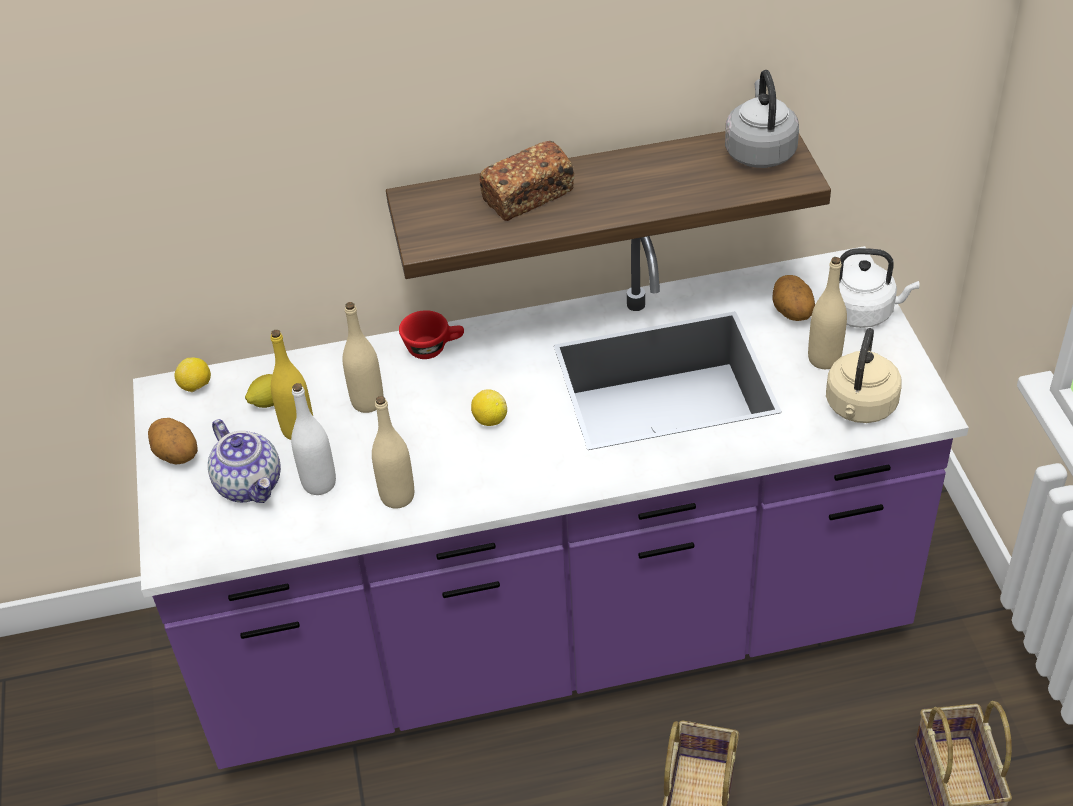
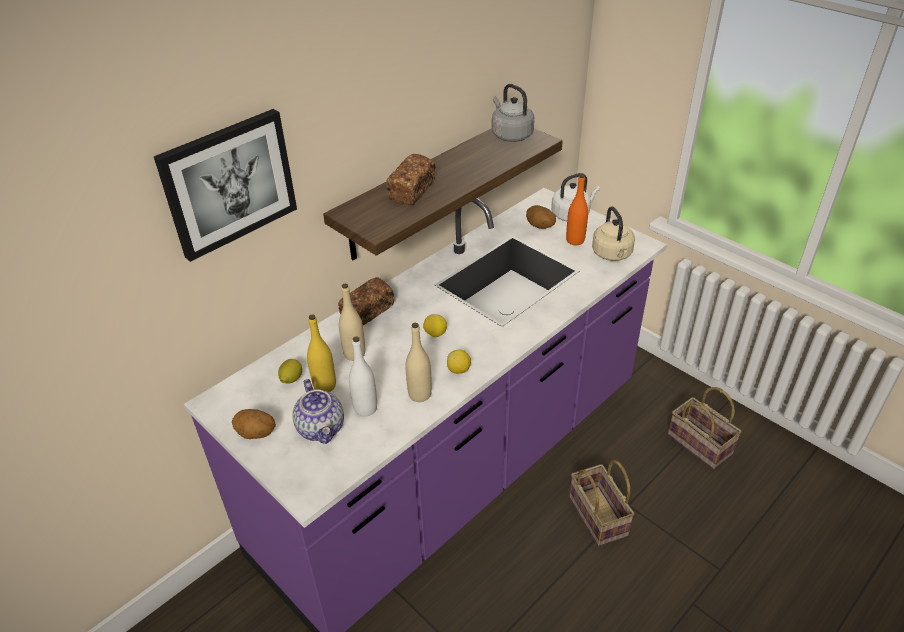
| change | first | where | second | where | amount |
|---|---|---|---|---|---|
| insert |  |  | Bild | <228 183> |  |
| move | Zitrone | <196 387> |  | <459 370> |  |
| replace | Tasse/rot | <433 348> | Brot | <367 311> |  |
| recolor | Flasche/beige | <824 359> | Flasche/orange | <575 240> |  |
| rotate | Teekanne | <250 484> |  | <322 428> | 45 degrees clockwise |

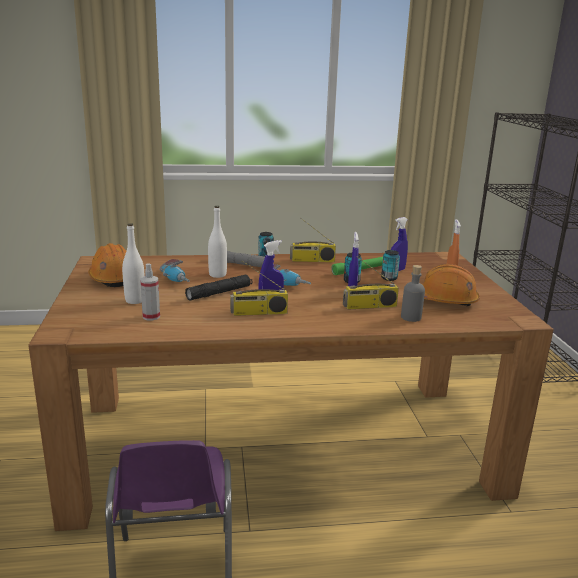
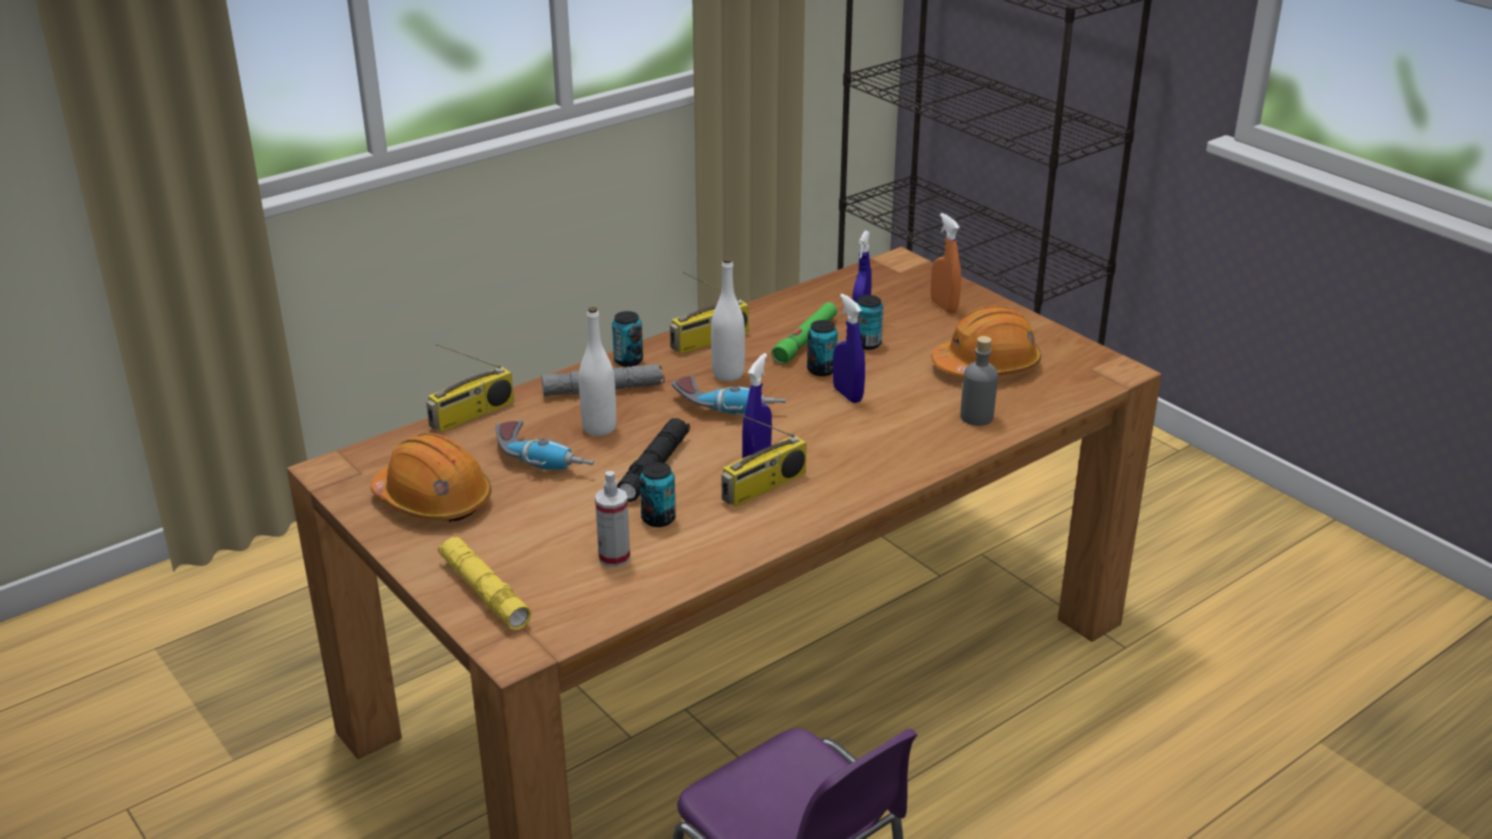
| change | first | where | second | where | amount |
|---|---|---|---|---|---|
| insert |  |  | Taschenlampe/gelb | <484 592> |  |
| insert |  |  | Dose | <658 519> |  |
| move | Flasche/weiß | <135 300> |  | <728 374> |  |
| move | Radio | <369 306> |  | <472 415> |  |

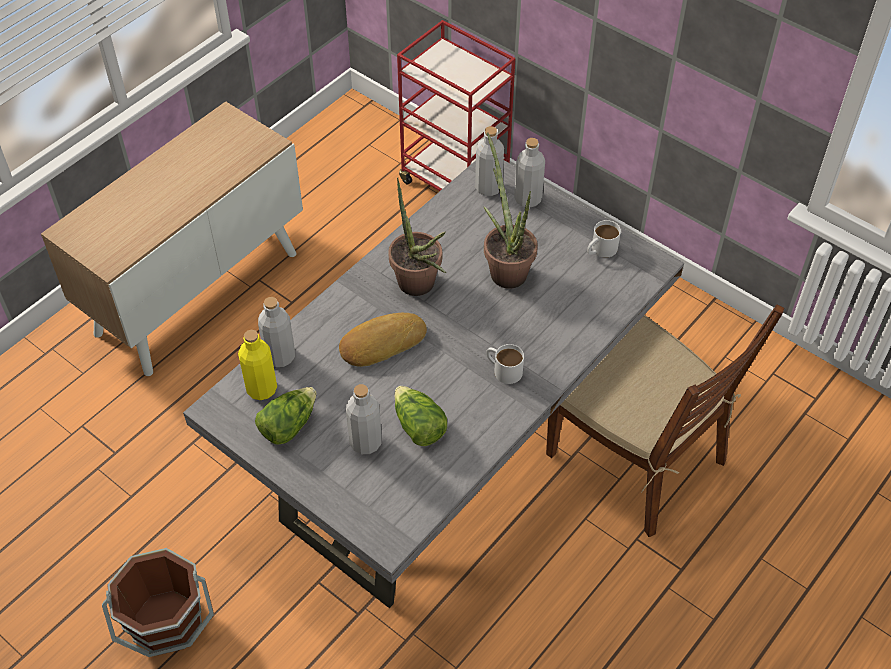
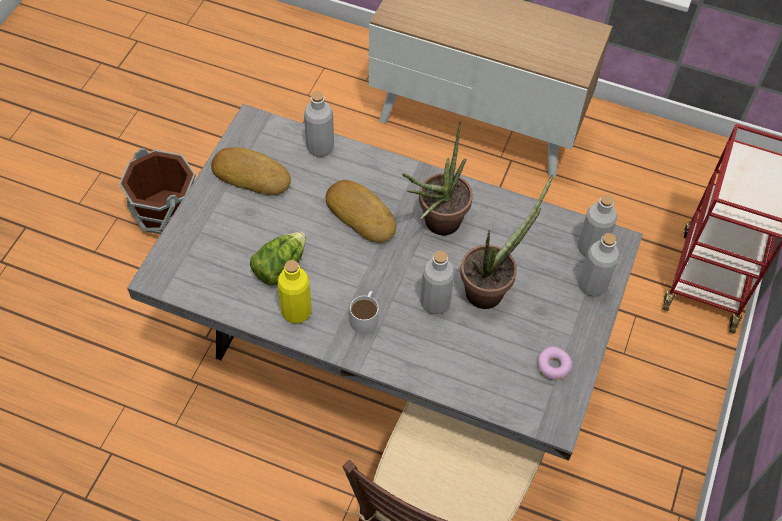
| change | first | where | second | where | amount |
|---|---|---|---|---|---|
| move | Flasche/gelb | <261 389> |  | <296 311> |  |
| move | Flasche/grau | <365 442> |  | <435 302> |  |
| replace | Salatkopf | <288 425> | Brot | <252 174> |  |
| replace | Henkelbecher/weiß | <600 250> | Donut | <553 366> |  |

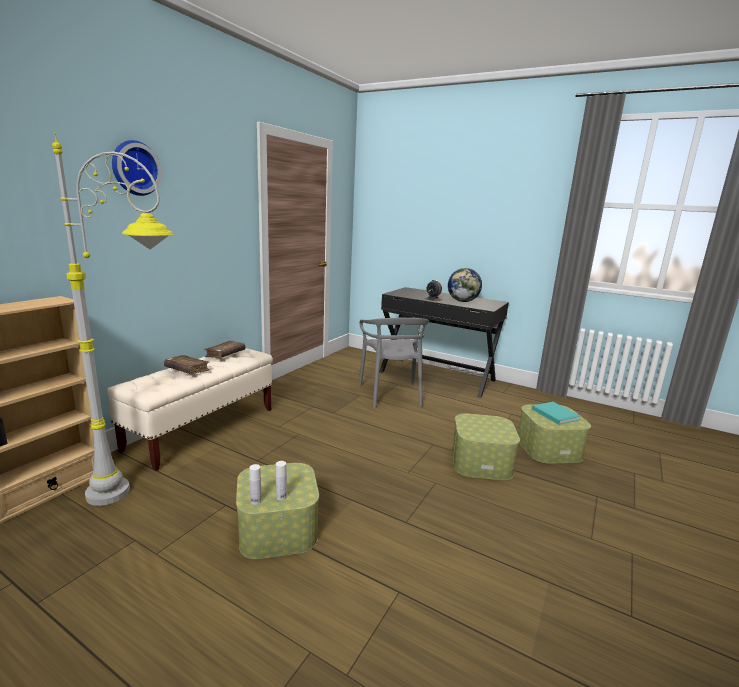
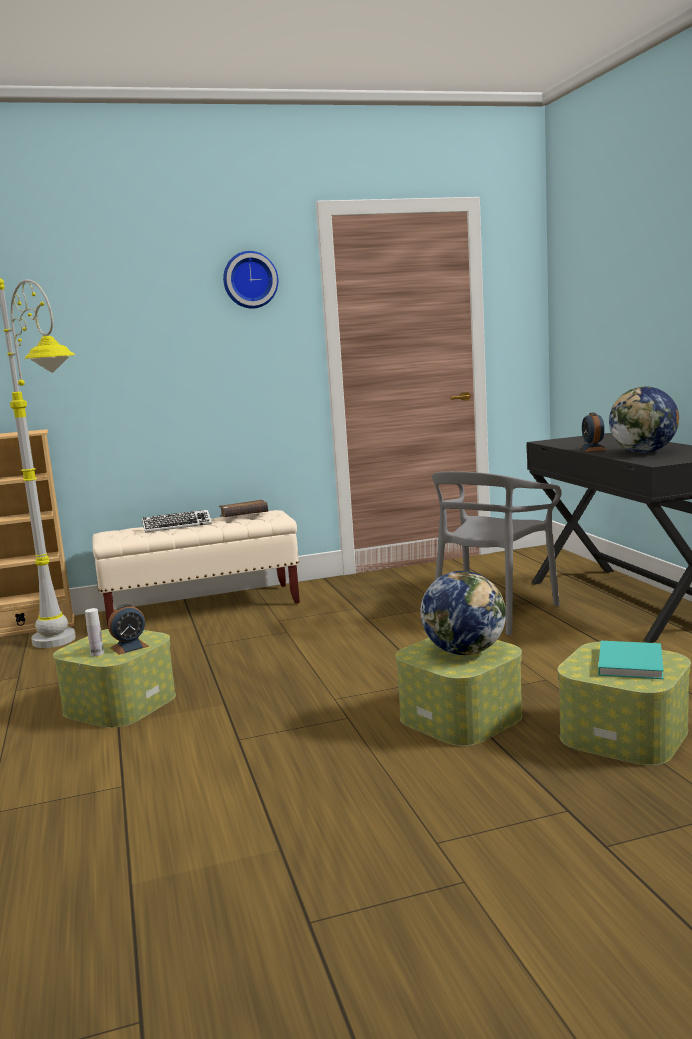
| change | first | where | second | where | amount |
|---|---|---|---|---|---|
| delete | Flasche/weiß | <255 501> |  |  |  |
| insert |  |  | Wecker | <129 647> |  |
| insert |  |  | Globus | <465 651> |  |
| move | Wanduhr | <134 168> |  | <250 280> |  |
| replace | Buch/braun | <187 370> | Tastatur | <177 526> |  |

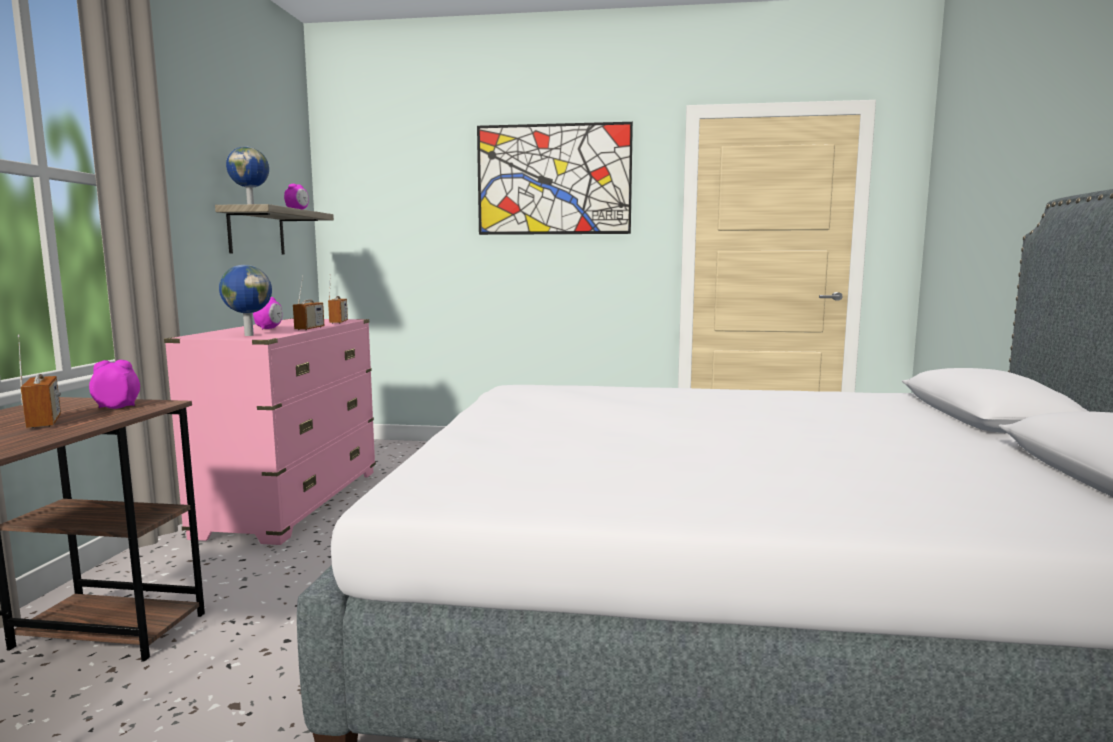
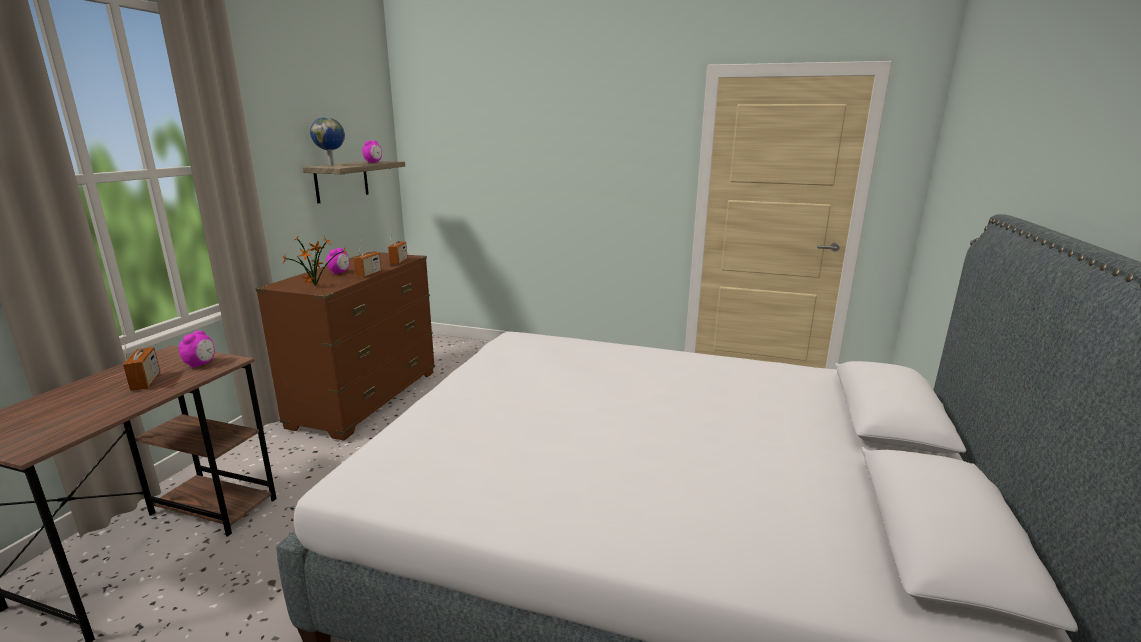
| change | first | where | second | where | amount |
|---|---|---|---|---|---|
| delete | Bild | <553 179> |  |  |  |
| replace | Globus | <248 335> | Topfpflanze | <316 286> |  |
| recolor | Kommode/rosa | <293 503> | Kommode/braun | <366 399> |  |
| rotate | Wecker | <117 407> |  | <201 364> | 105 degrees clockwise |

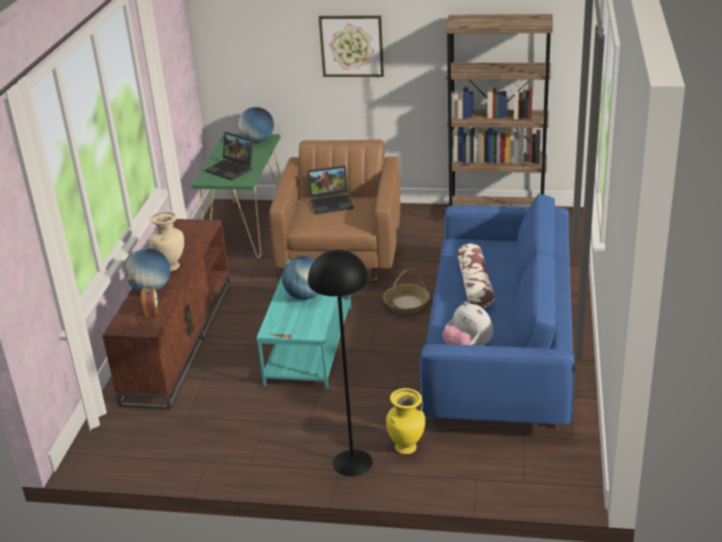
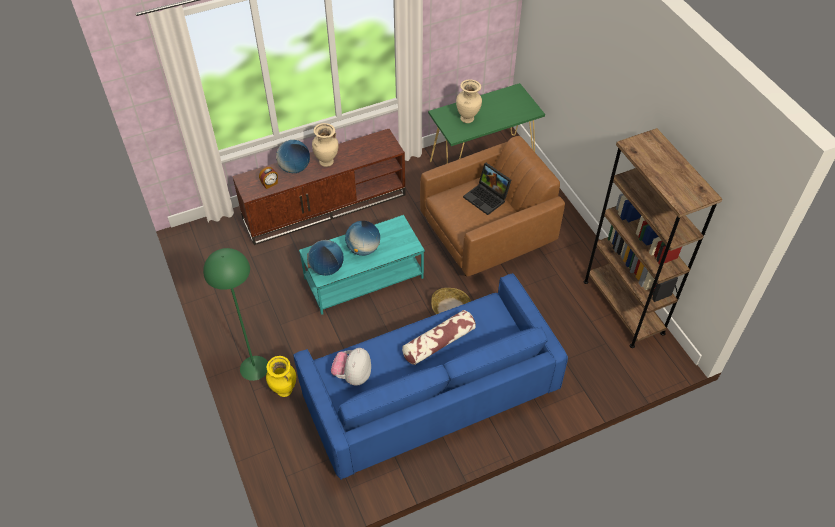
| change | first | where | second | where | amount |
|---|---|---|---|---|---|
| delete | Bild | <351 46> |  |  |  |
| move | Globus | <258 141> |  | <327 268> |  |
| replace | Laptop | <232 169> | Vase/beige | <468 119> |  |
| recolor | Stehlampe/schwarz | <352 463> | Stehlampe/grün | <254 368> |  |

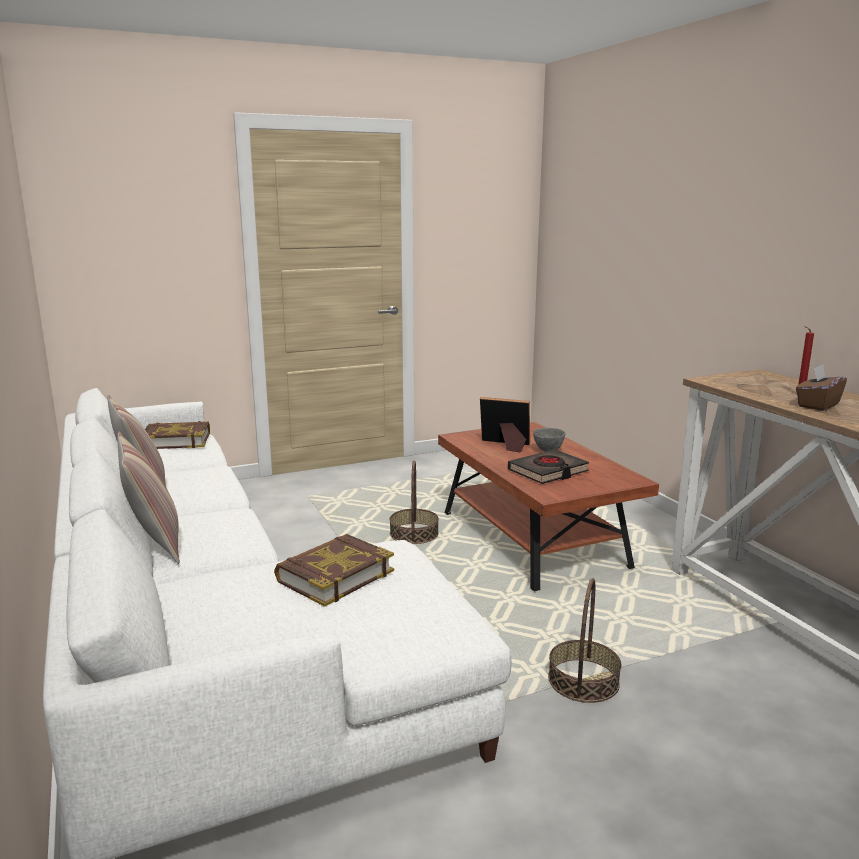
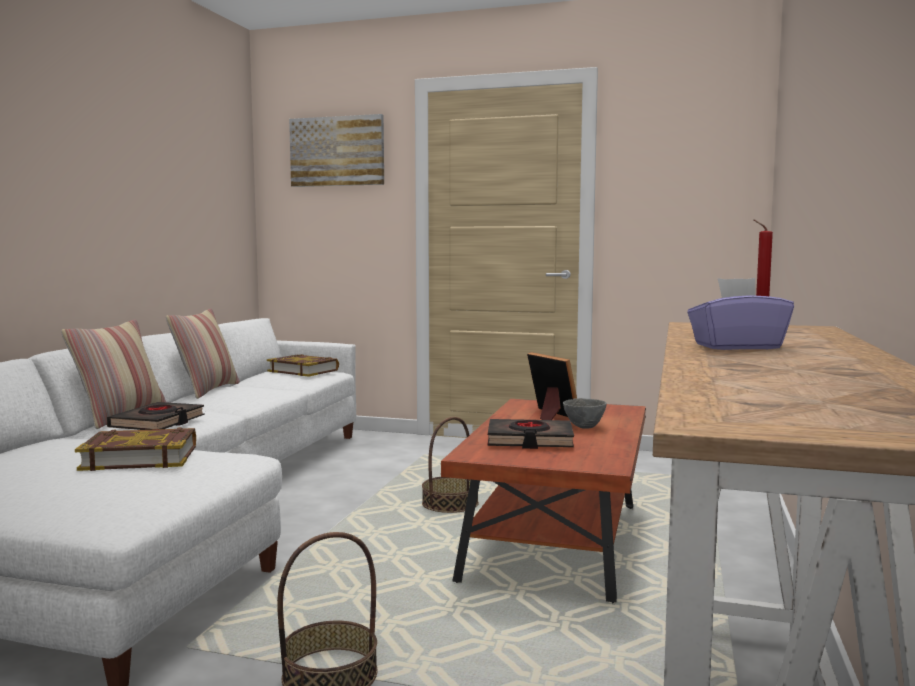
| change | first | where | second | where | amount |
|---|---|---|---|---|---|
| insert |  |  | Buch/schwarz | <158 422> |  |
| insert |  |  | Bild | <337 151> |  |
| recolor | Taschentuchbox/braun | <817 405> | Taschentuchbox/lila | <736 346> |  |

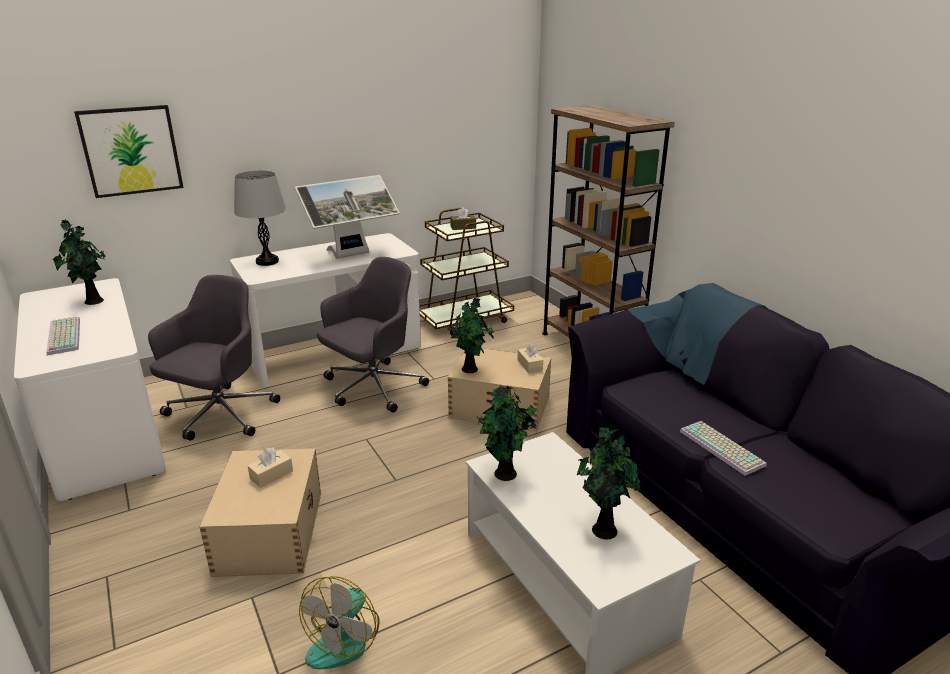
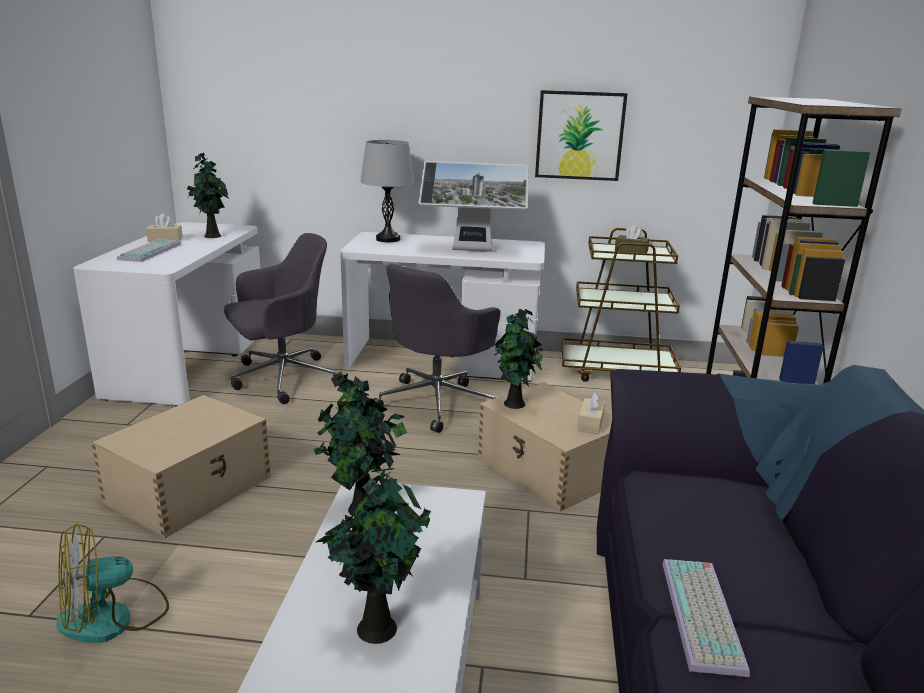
| change | first | where | second | where | amount |
|---|---|---|---|---|---|
| move | Bild | <131 150> |  | <579 135> |  |
| move | Taschentuchbox/beige | <271 475> |  | <165 239> |  |
| rotate | Bürostuhl/grau | <372 388> |  | <438 402> | 135 degrees clockwise |

